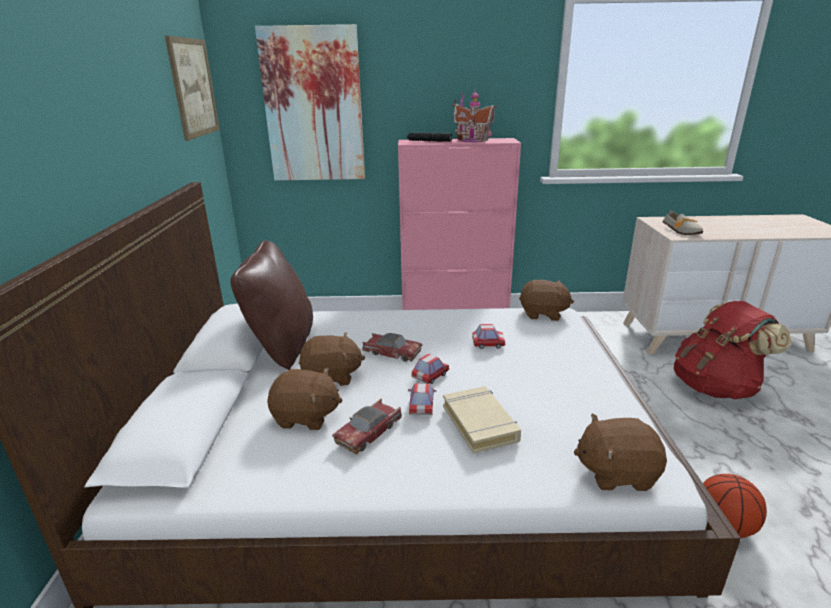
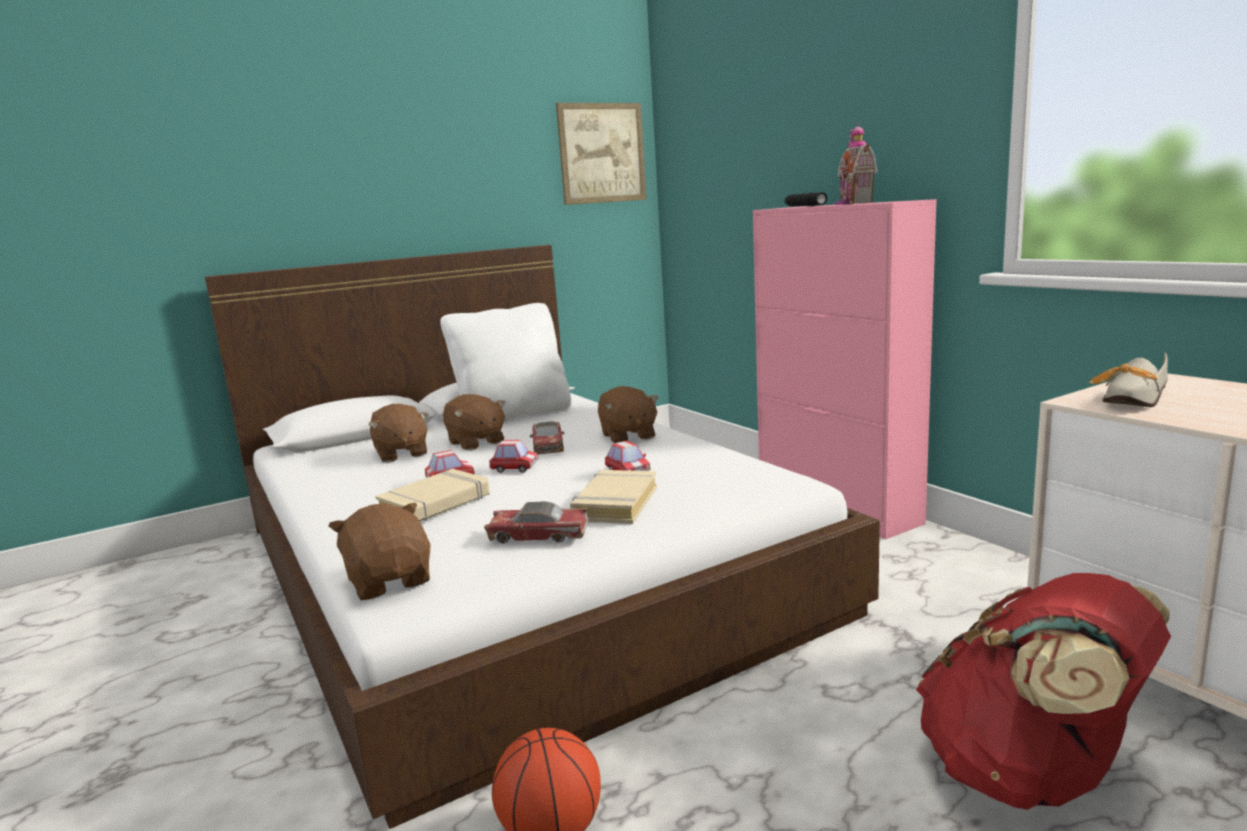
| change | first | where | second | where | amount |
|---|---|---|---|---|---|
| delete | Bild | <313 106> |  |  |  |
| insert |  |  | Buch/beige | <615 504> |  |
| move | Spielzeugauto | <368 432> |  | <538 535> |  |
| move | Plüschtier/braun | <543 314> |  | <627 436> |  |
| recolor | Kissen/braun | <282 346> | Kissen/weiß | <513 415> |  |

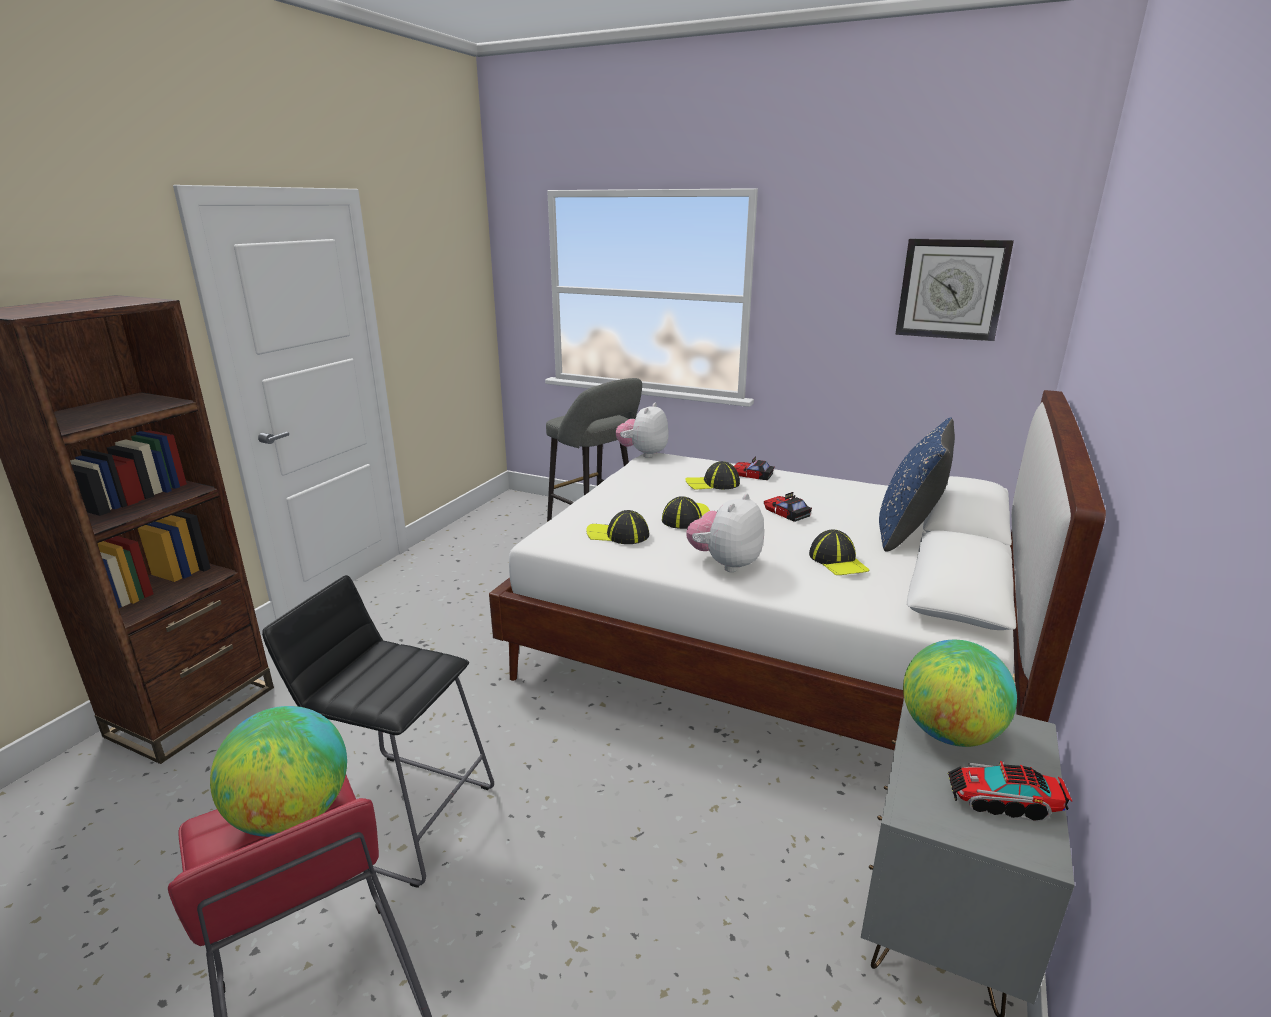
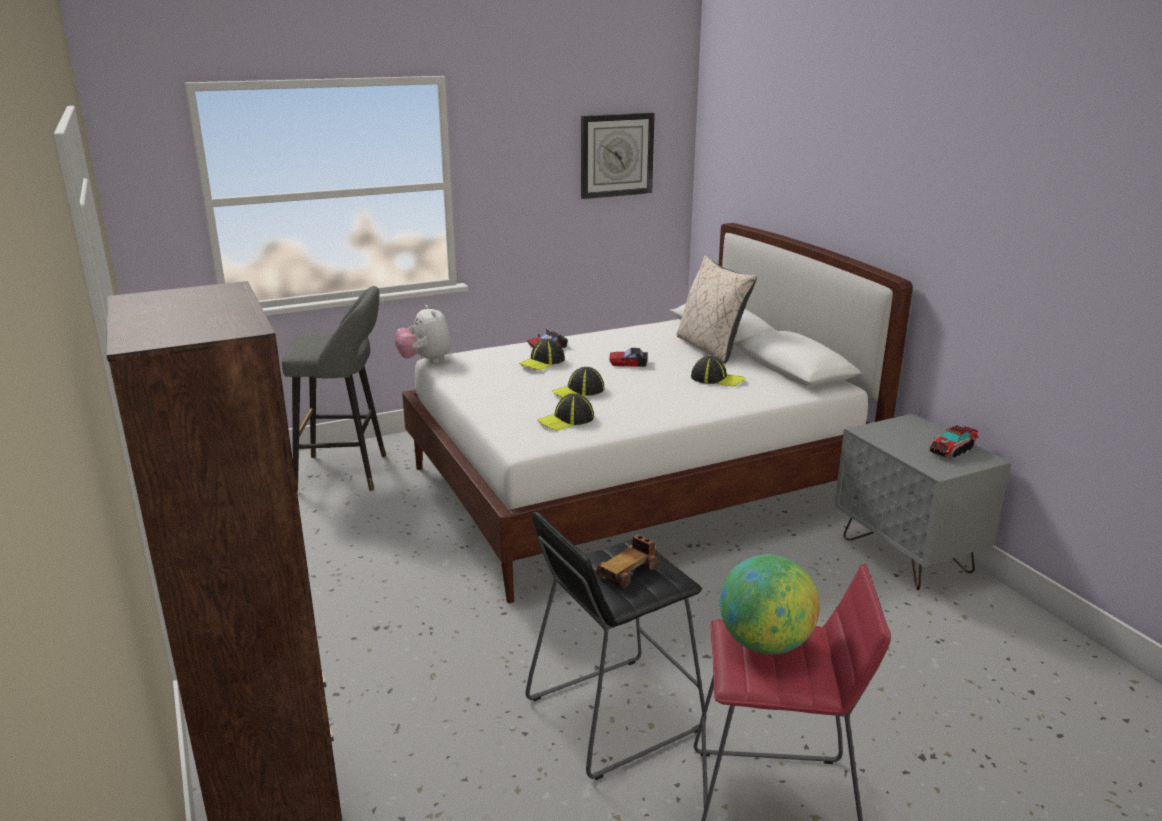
| change | first | where | second | where | amount |
|---|---|---|---|---|---|
| delete | Plüschtier | <725 563> |  |  |  |
| delete | Globus | <949 733> |  |  |  |
| insert |  |  | Spielzeugauto | <628 572> |  |
| recolor | Kissen/blau | <907 532> | Kissen/beige | <710 348> |  |
| rotate | Kappe | <686 517> |  | <578 391> | 105 degrees counterclockwise |

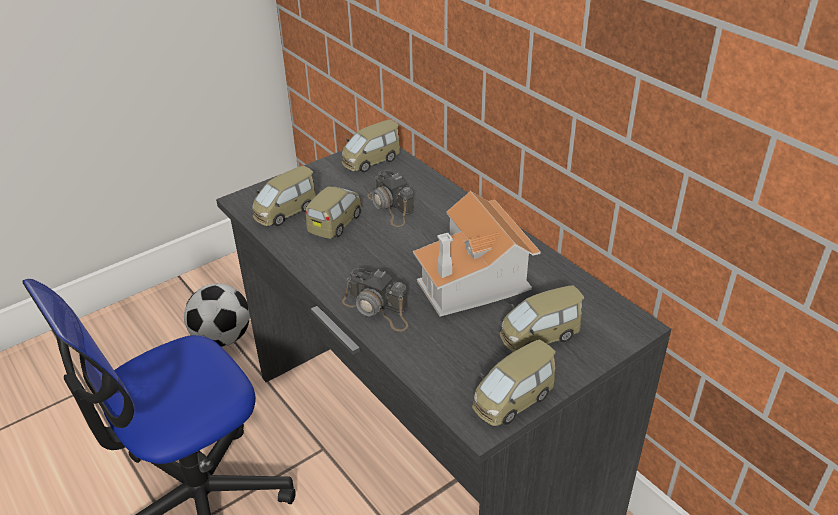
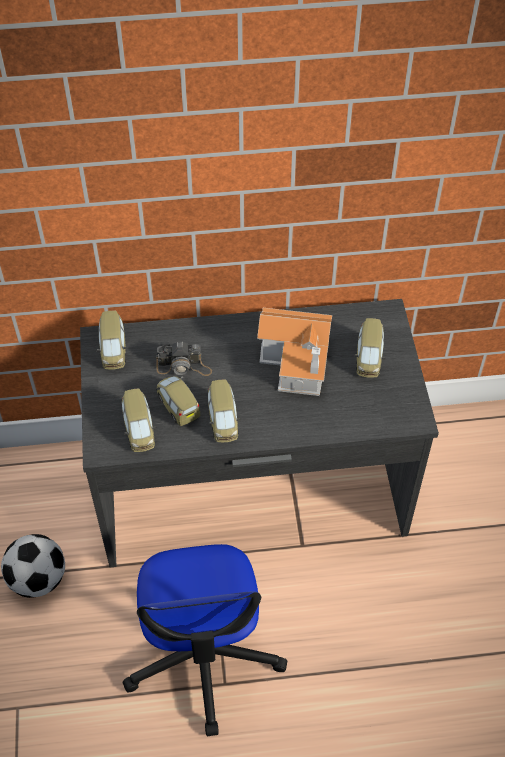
| change | first | where | second | where | amount |
|---|---|---|---|---|---|
| delete | Kamera | <378 309> |  |  |  |
| move | Spielzeugauto | <512 400> |  | <223 421> |  |

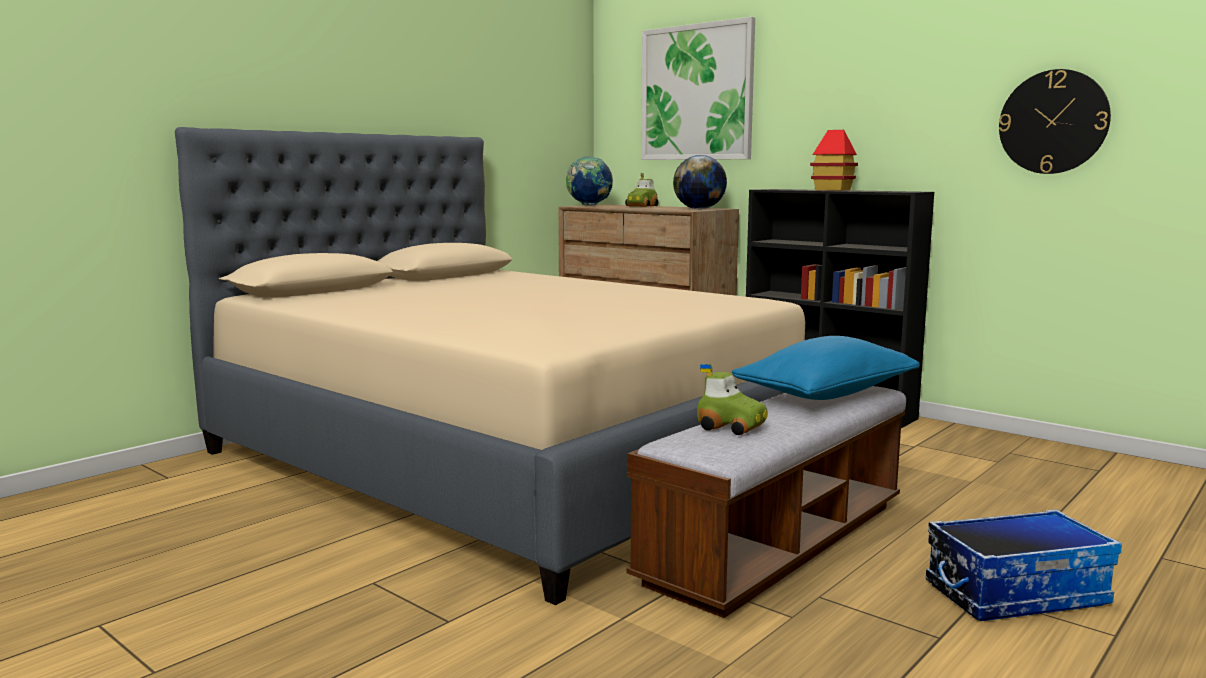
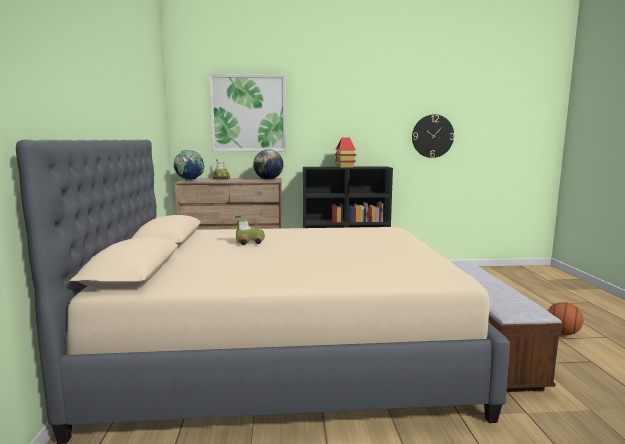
| change | first | where | second | where | amount |
|---|---|---|---|---|---|
| delete | Kissen/blau | <826 395> |  |  |  |
| move | Spielzeugauto | <732 427> |  | <249 242> |  |
| replace | Aufbewahrungsbox | <1016 593> | Basketball | <562 333> |  |

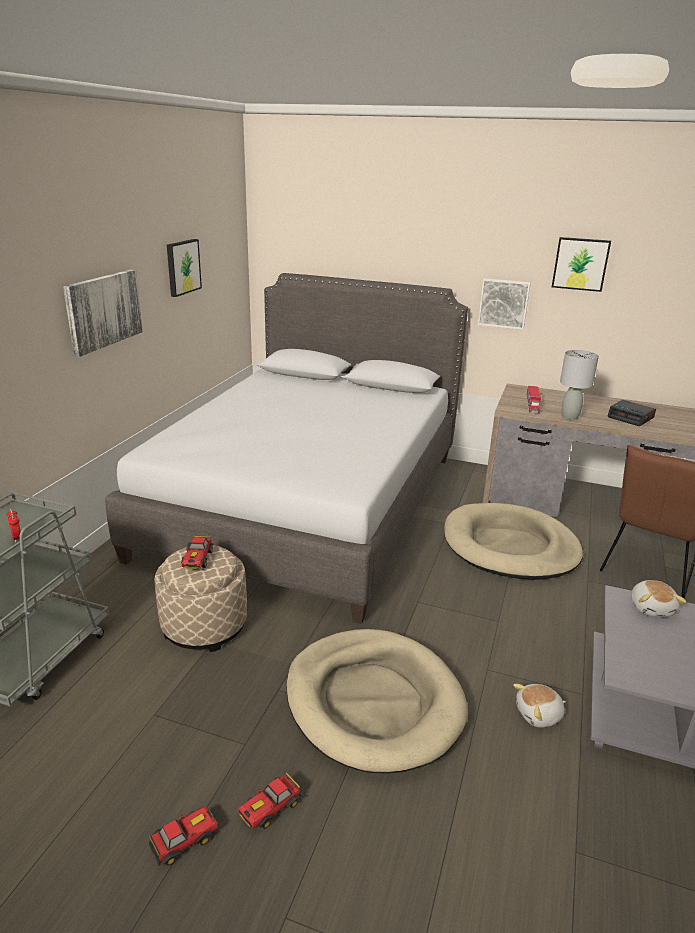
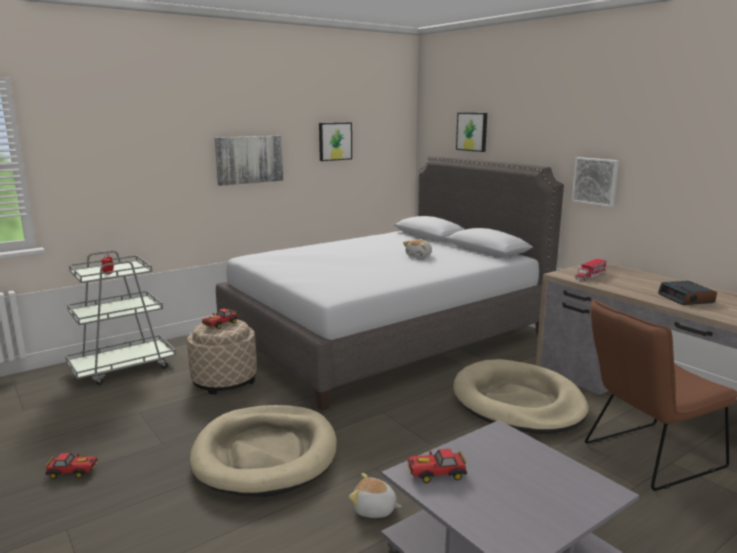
| change | first | where | second | where | amount |
|---|---|---|---|---|---|
| delete | Tischlampe/grau | <569 416> |  |  |  |
| move | Spielzeugauto | <269 809> |  | <436 474> |  |
| move | Bild | <580 264> |  | <472 131> |  |
| move | Plüschtier | <652 608> |  | <419 256> |  |

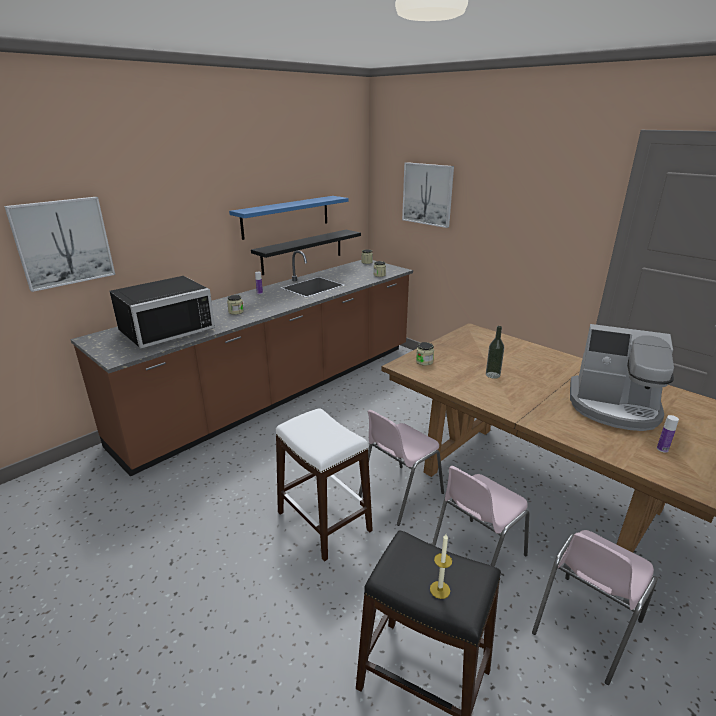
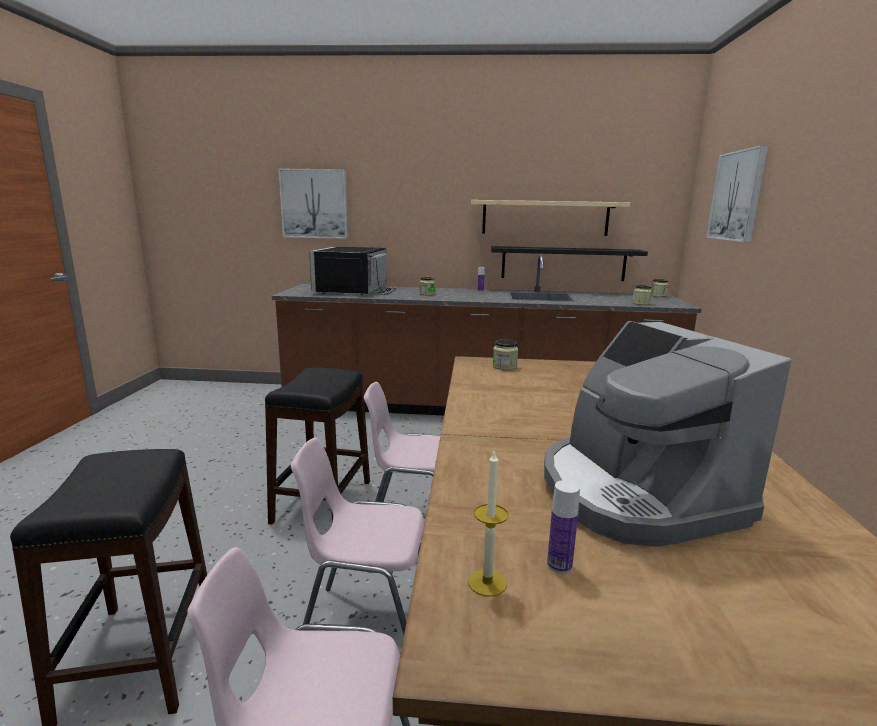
| change | first | where | second | where | amount |
|---|---|---|---|---|---|
| delete | Flasche | <492 375> |  |  |  |
| move | Kerze | <440 590> |  | <487 582> |  |
| recolor | Wandregal/blau | <286 216> | Wandregal/beige | <545 218> |  |
| recolor | Hocker/weiß | <323 522> | Hocker/schwarz | <322 501> |  |
| rotate | Mikrowelle/schwarz | <165 329> |  | <356 290> | 90 degrees clockwise |

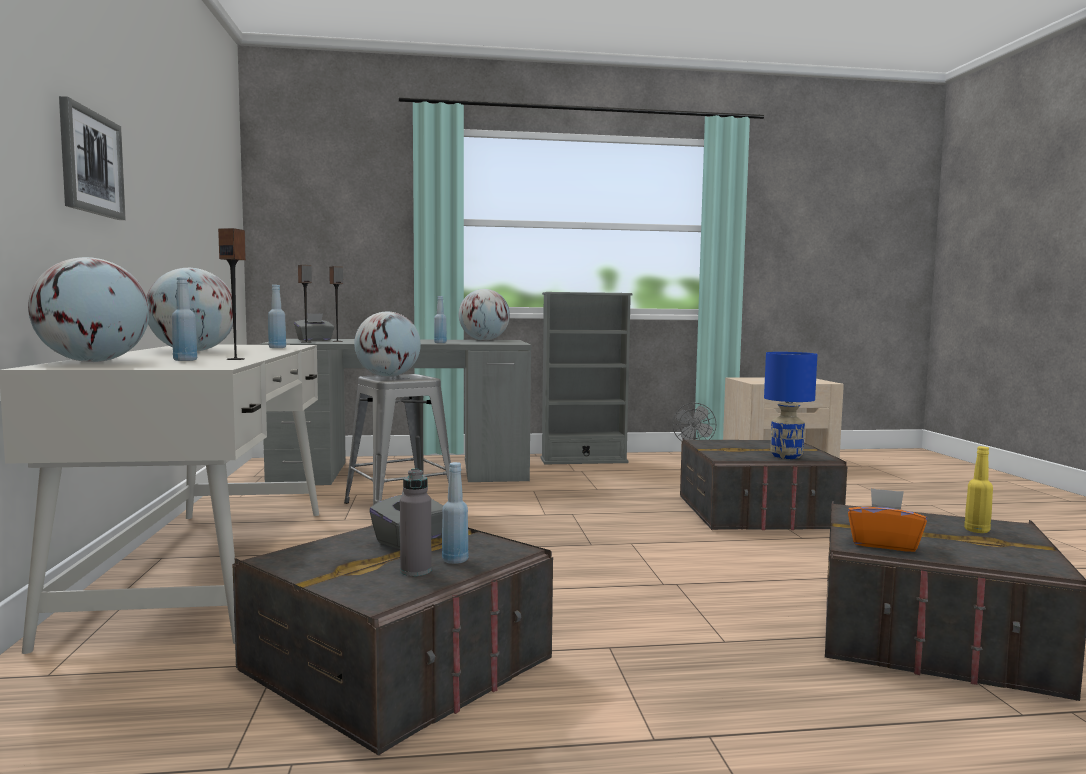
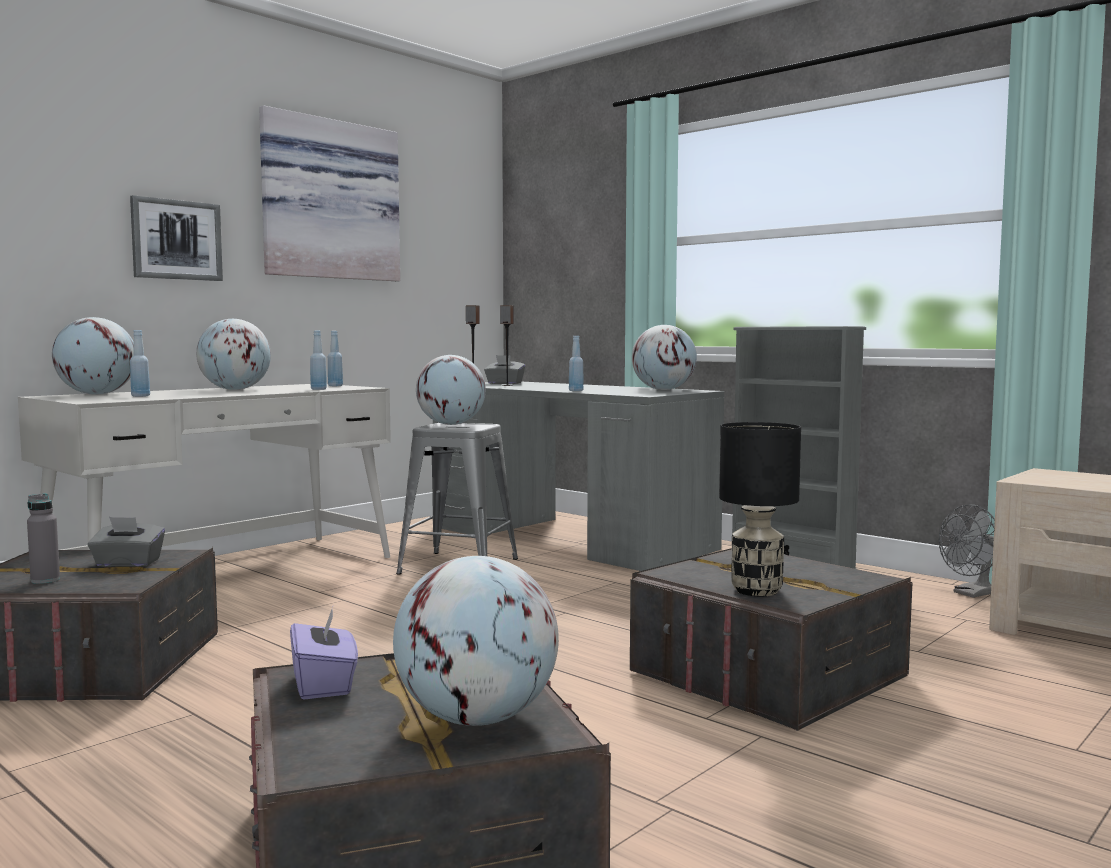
| change | first | where | second | where | amount |
|---|---|---|---|---|---|
| delete | Lautsprecher | <236 359> |  |  |  |
| insert |  |  | Bild | <329 200> |  |
| move | Flasche/blau | <455 560> |  | <335 386> |  |
| replace | Flasche/gelb | <977 530> | Globus | <477 719> |  |
| recolor | Tischlampe/blau | <787 456> | Tischlampe/schwarz | <757 591> |  |
| recolor | Taschentuchbox/orange | <883 544> | Taschentuchbox/lila | <324 684> |  |

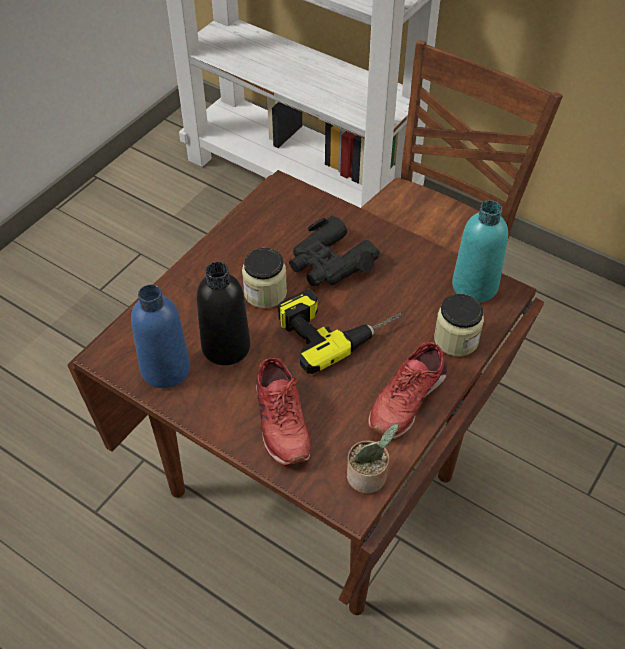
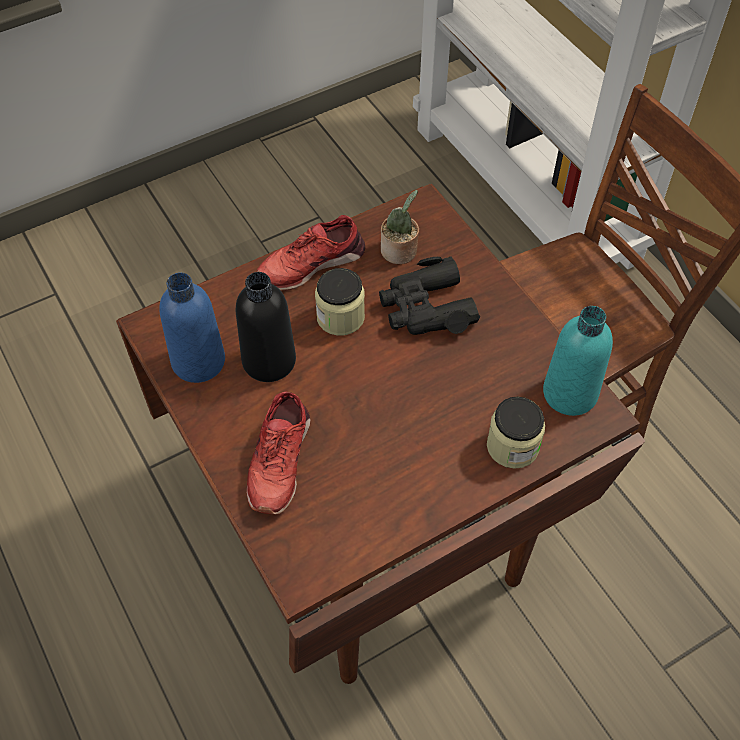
| change | first | where | second | where | amount |
|---|---|---|---|---|---|
| delete | Bohrmaschine | <336 326> |  |  |  |
| move | Topfpflanze | <369 477> |  | <400 252> |  |
| move | Schuh/rot | <406 399> |  | <311 263> |  |

